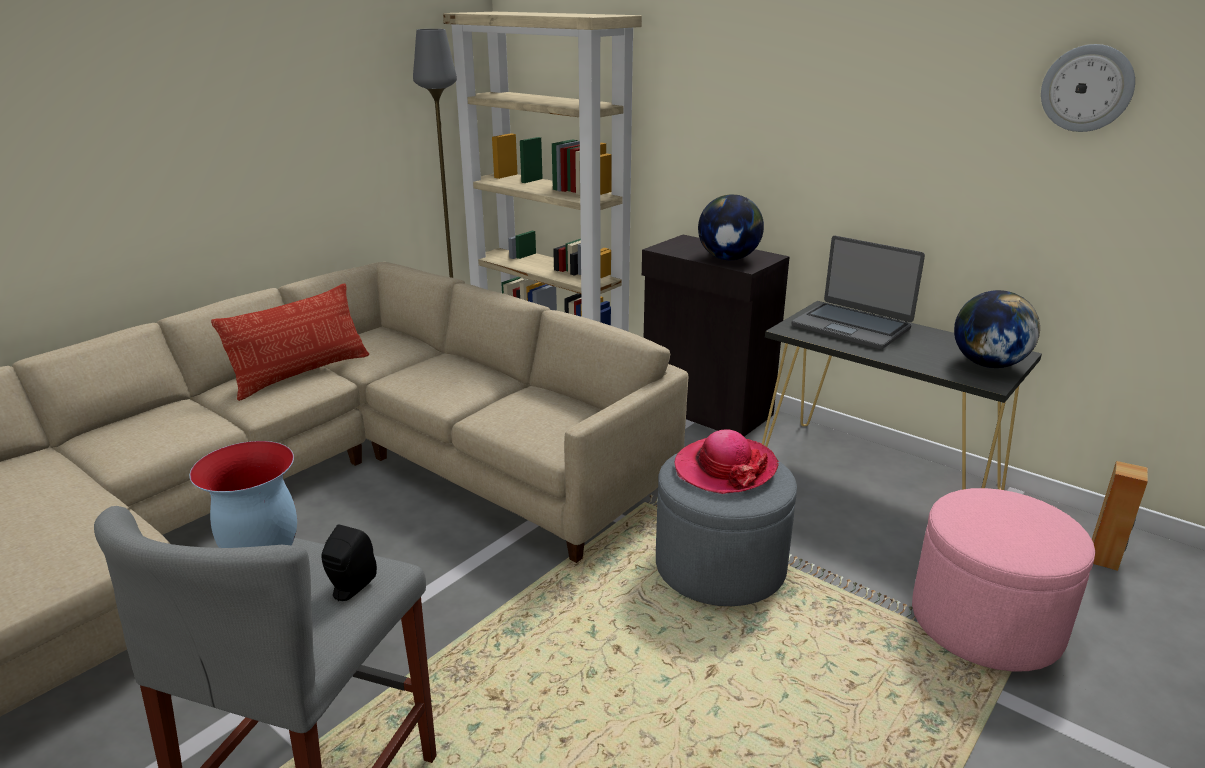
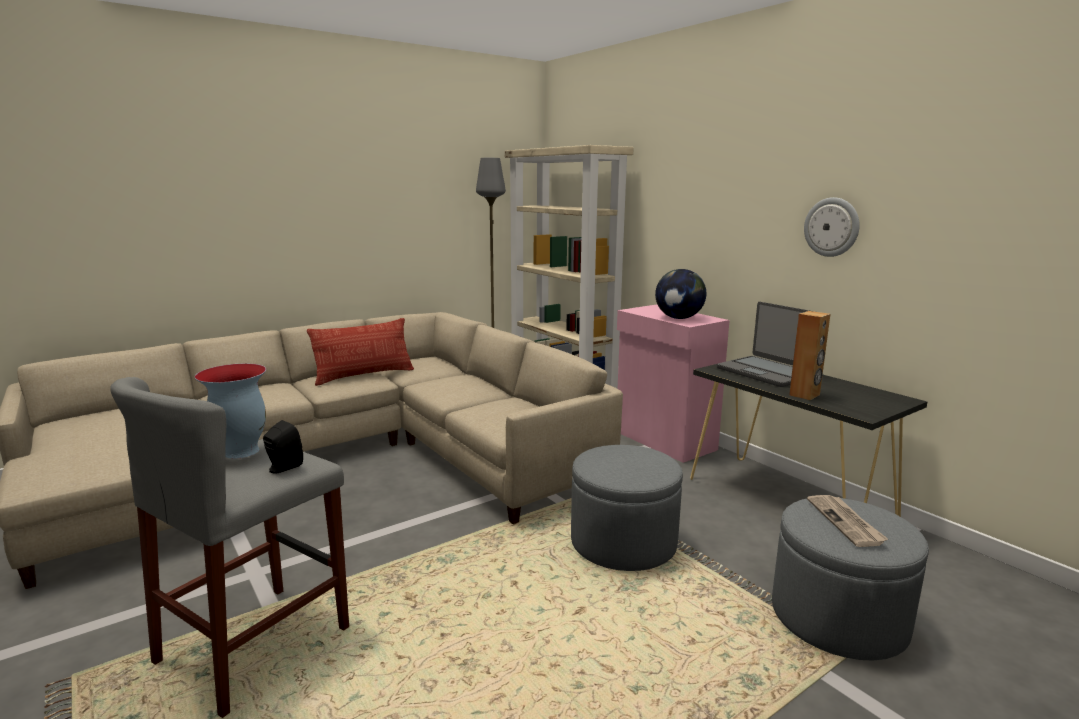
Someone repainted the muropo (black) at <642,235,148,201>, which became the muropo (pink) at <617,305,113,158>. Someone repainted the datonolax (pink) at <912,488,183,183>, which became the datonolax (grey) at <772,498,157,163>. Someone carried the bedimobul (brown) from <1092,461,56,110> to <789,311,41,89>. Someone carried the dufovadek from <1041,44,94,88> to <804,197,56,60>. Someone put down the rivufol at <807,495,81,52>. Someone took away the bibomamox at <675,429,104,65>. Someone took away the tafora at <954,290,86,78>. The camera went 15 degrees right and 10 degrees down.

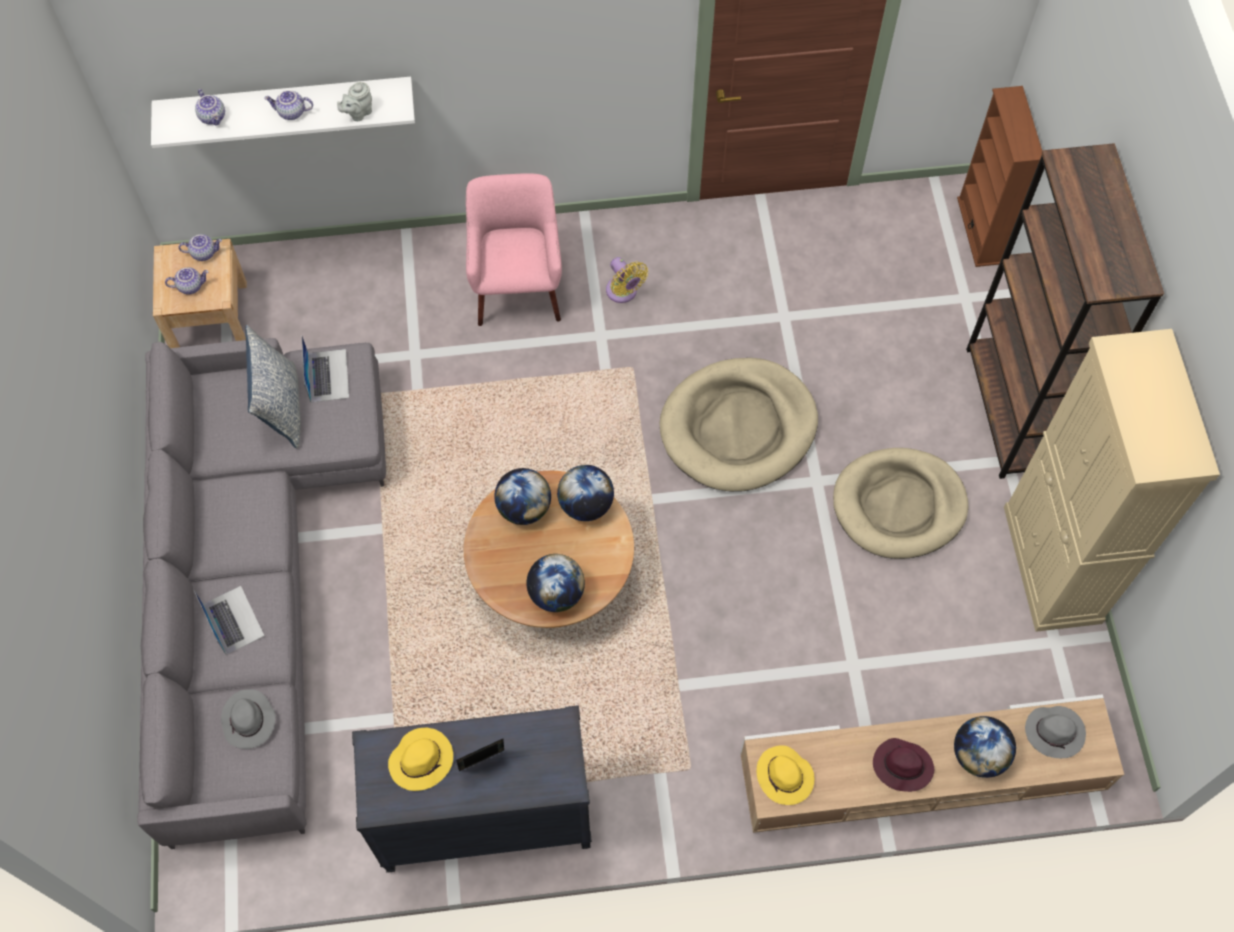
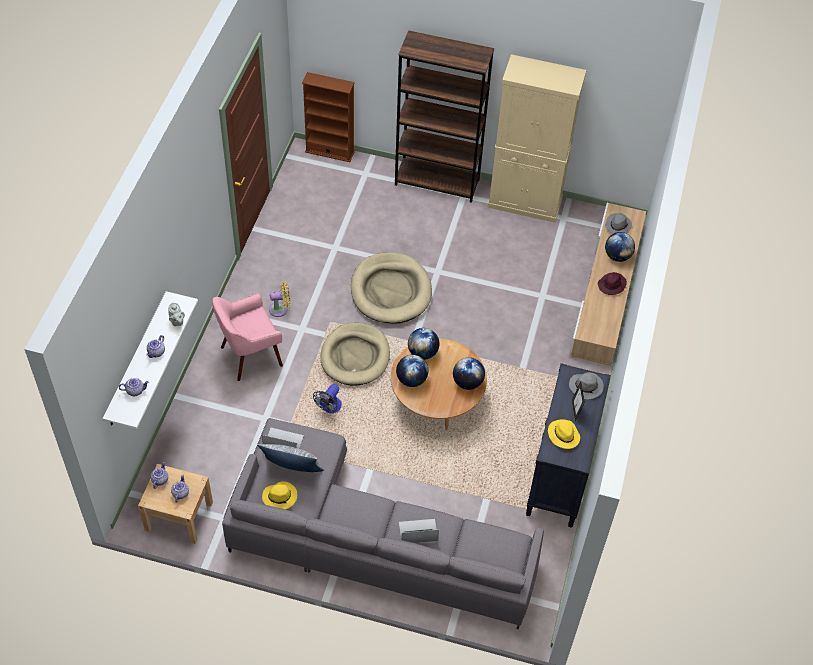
Someone rotated the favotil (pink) at <466,173,96,153> by 45 degrees counterclockwise. Someone carried the bibomamox (yellow) from <757,745,57,60> to <262,481,35,28>. Someone put down the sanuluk at <313,384,29,30>. Someone carried the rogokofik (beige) from <833,448,135,111> to <320,323,70,63>. Someone carried the bibomamox (grey) from <221,689,55,60> to <569,372,35,27>. The camera went 70 degrees left and 10 degrees down.

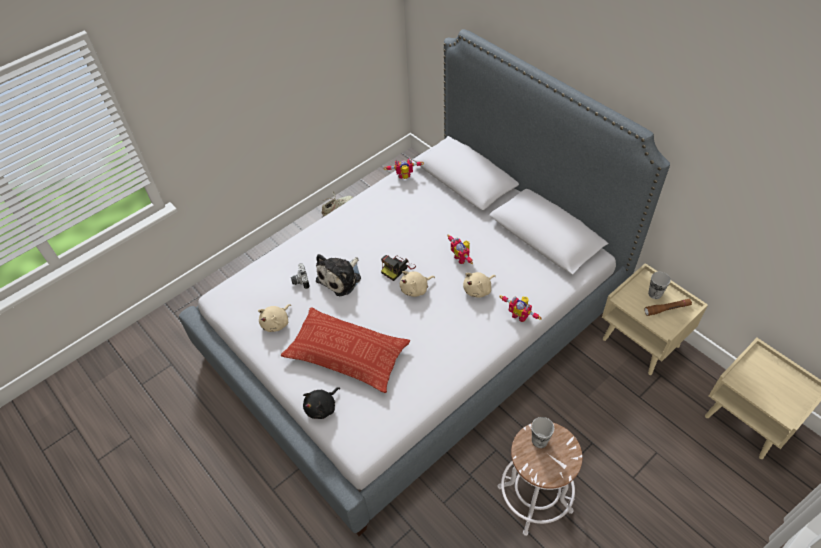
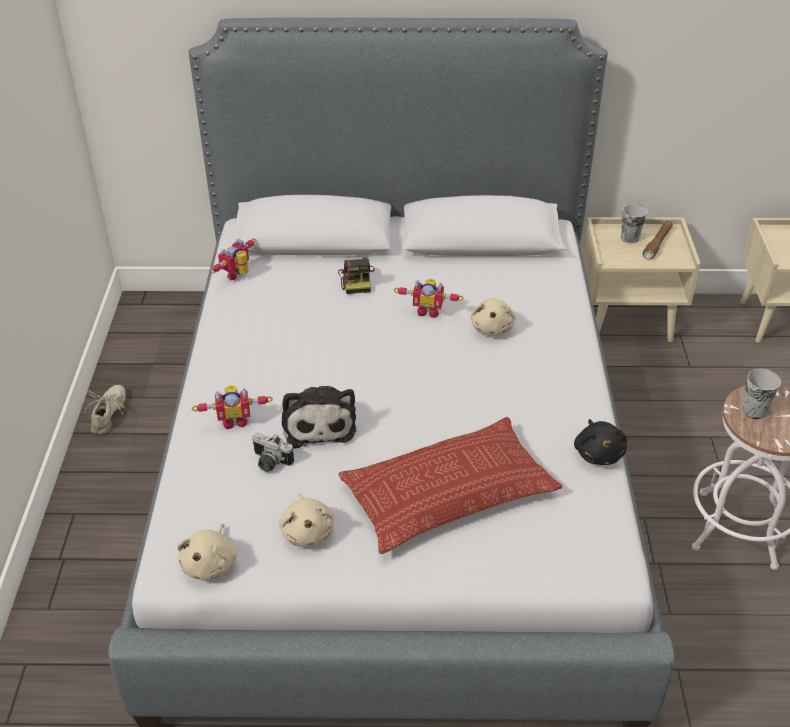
Someone carried the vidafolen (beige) from <400,271,35,26> to <177,524,60,56>. Someone carried the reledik from <500,296,42,26> to <192,385,81,44>. Someone carried the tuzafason from <381,255,35,26> to <338,258,37,36>. Someone carried the vidafolen (black) from <303,387,37,32> to <574,419,53,46>. The camera went 50 degrees left and 10 degrees down.

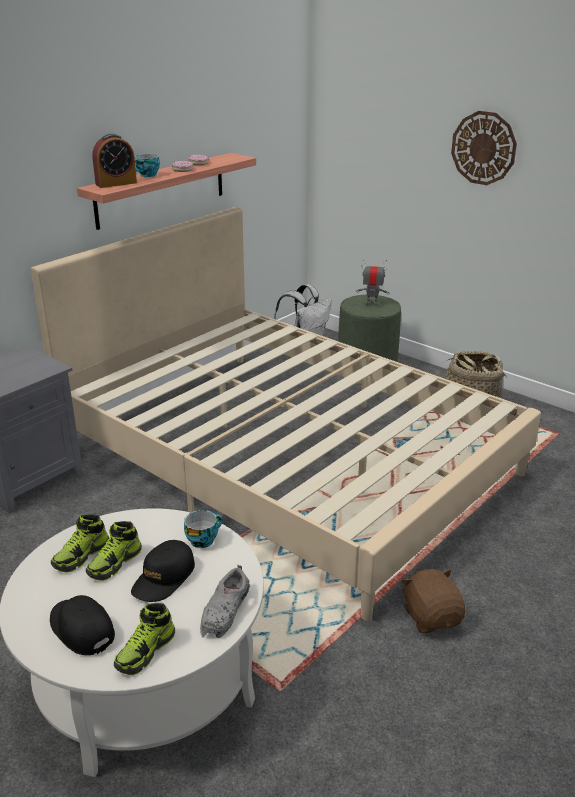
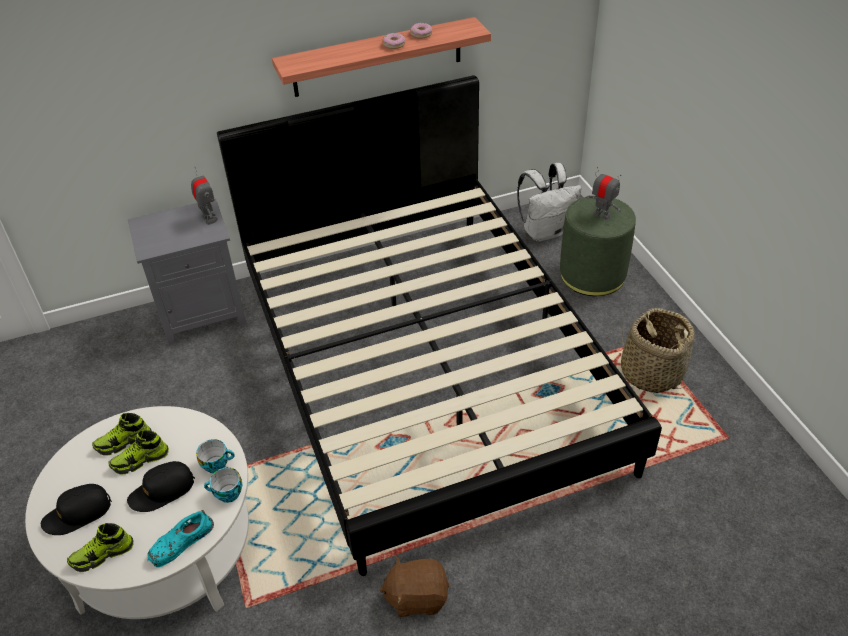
Someone rotated the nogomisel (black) at <50,595,65,60> by 105 degrees counterclockwise. Someone repainted the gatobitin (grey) at <200,565,50,73>, which became the gatobitin (turquoise) at <147,510,67,57>. Someone put down the reledik at <191,167,27,58>. Someone carried the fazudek from <135,154,25,23> to <204,467,39,36>. Someone repainted the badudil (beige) at <31,207,510,414>, which became the badudil (black) at <217,75,445,501>. Someone rotated the vidafolen (brown) at <401,569,64,64> by 105 degrees counterclockwise. Someone took away the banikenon at <92,134,45,54>. Someone took away the dufovadek at <451,111,66,74>. The camera went 30 degrees right and 15 degrees up.

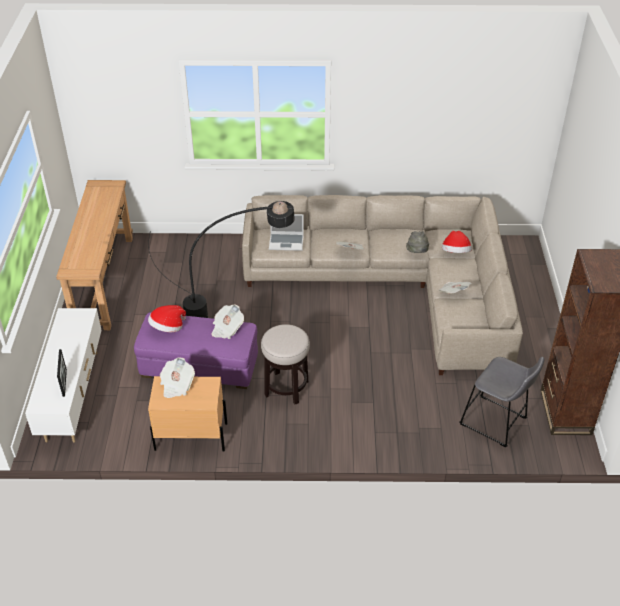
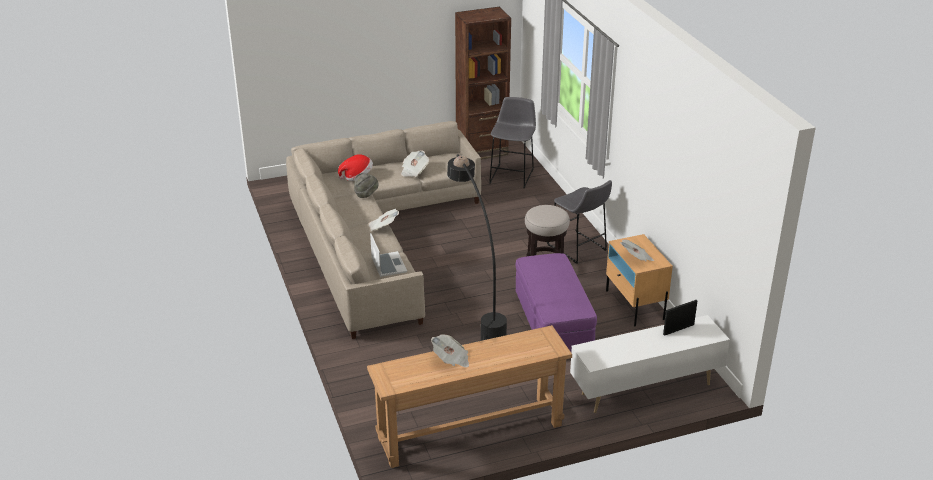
Someone carried the rivufol from <211,305,33,34> to <431,334,38,34>. Someone put down the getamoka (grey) at <547,180,65,84>. Someone took away the bibomamox at <148,305,38,27>. The camera went 110 degrees left and 10 degrees down.

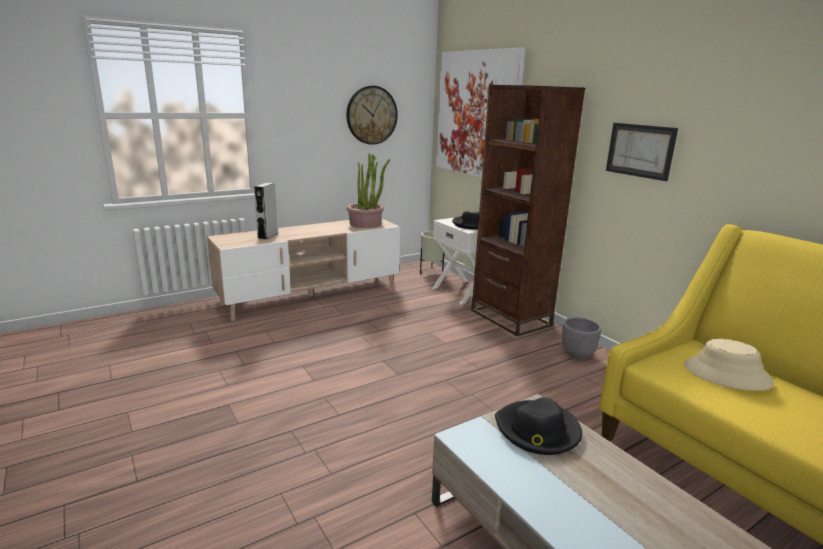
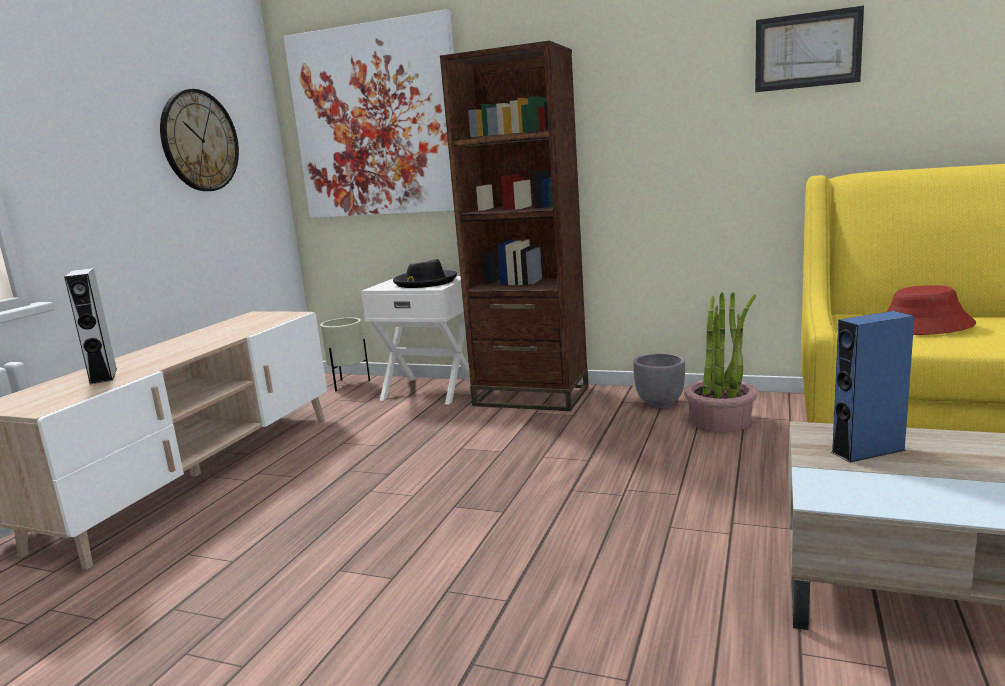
Someone carried the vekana from <346,153,44,75> to <684,292,73,140>. Someone carried the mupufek from <606,123,72,58> to <755,6,109,86>. Someone swapped the bibomamox (black) at <495,397,87,58> for the bedimobul (blue) at <831,311,84,151>. Someone repainted the bibomamox (beige) at <684,339,90,52>, which became the bibomamox (red) at <887,285,89,50>. The camera went 35 degrees left and 5 degrees down.

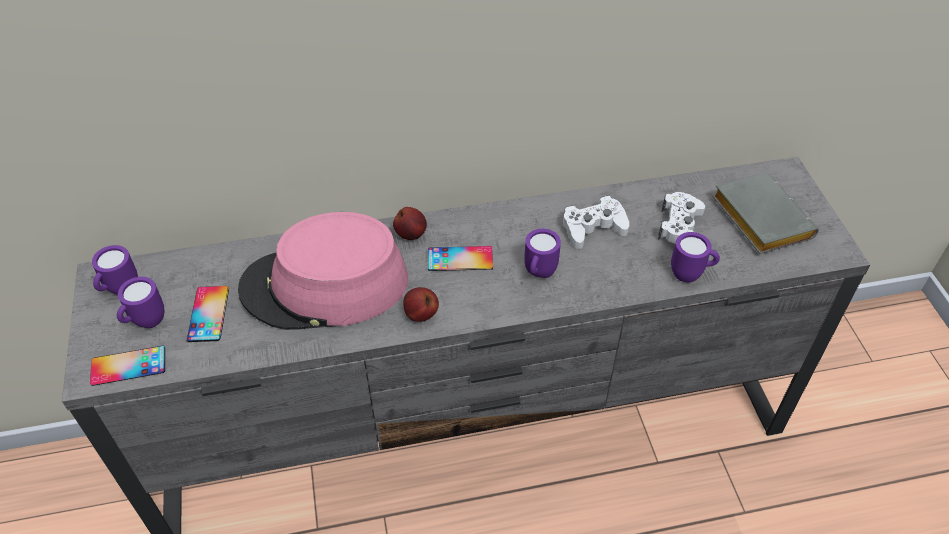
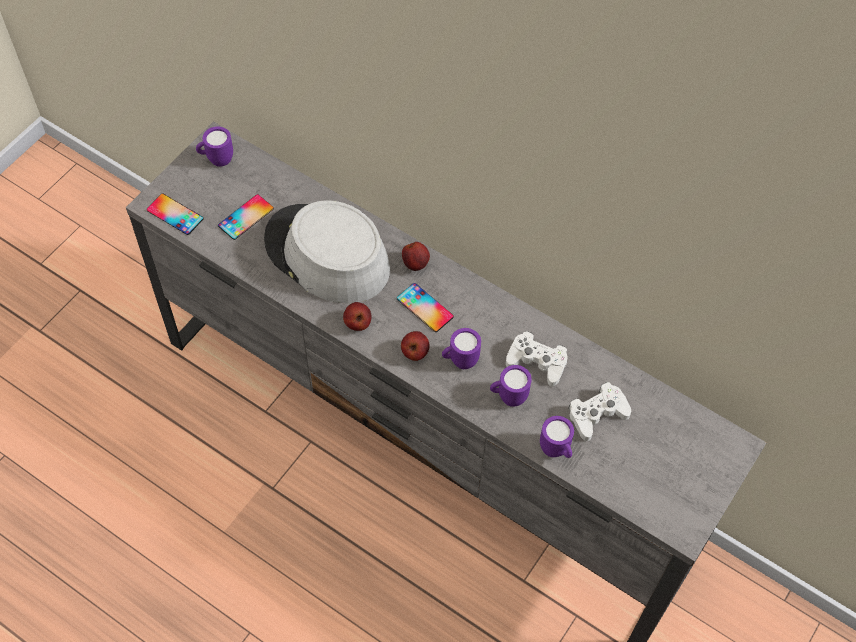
Someone repainted the bibomamox (pink) at <238,212,170,118>, which became the bibomamox (grey) at <264,200,126,104>. Someone put down the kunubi at <401,331,29,30>. Someone carried the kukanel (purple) from <117,277,47,51> to <490,365,42,42>. Someone took away the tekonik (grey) at <712,173,107,81>. The camera went 45 degrees right and 10 degrees up.

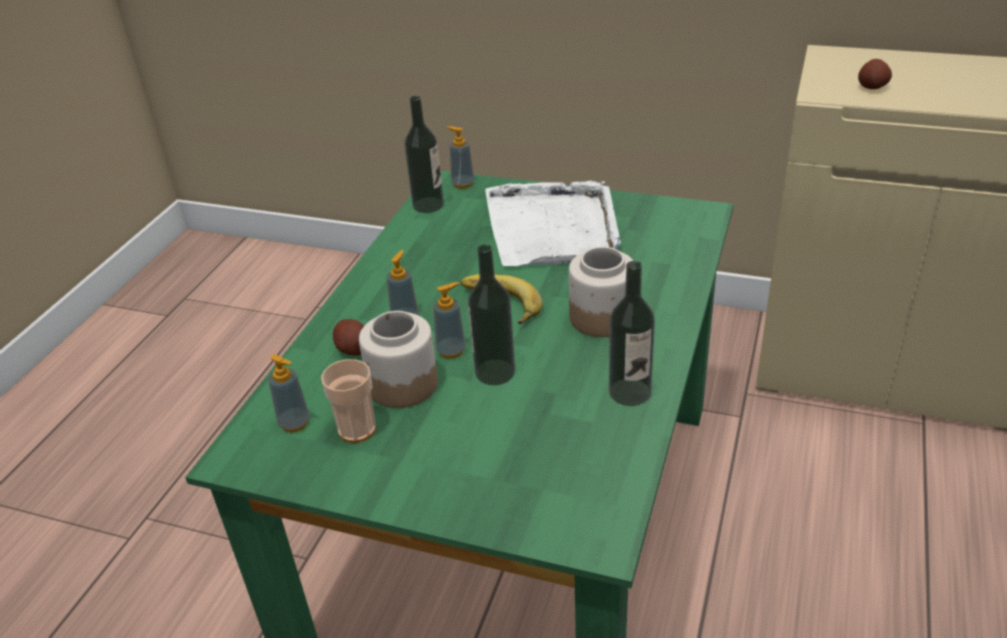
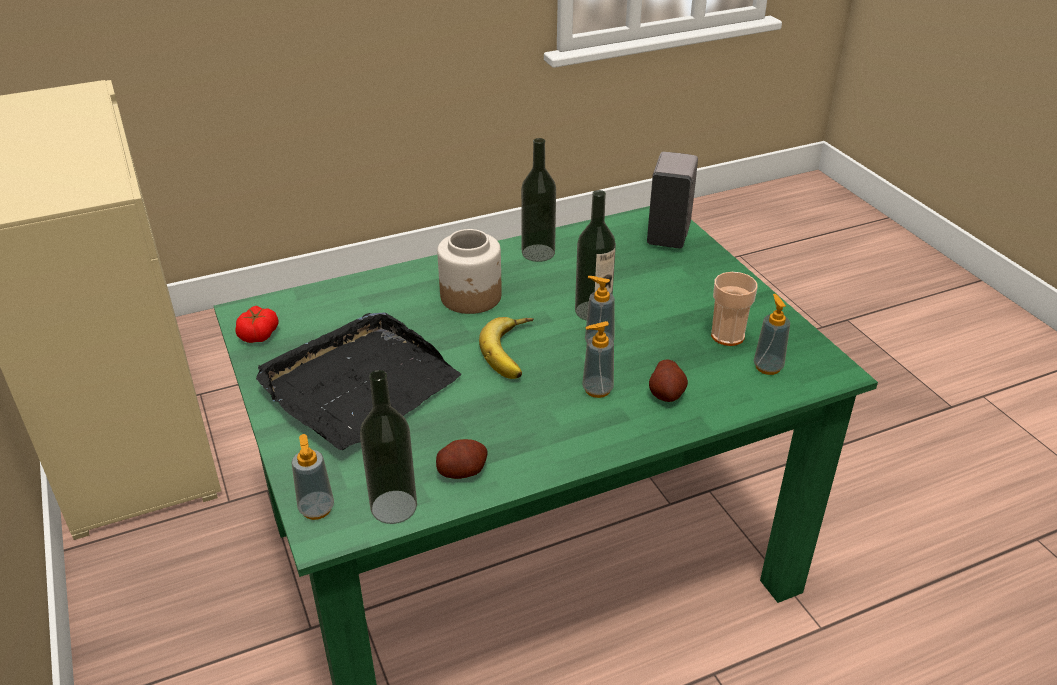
Someone put down the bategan at <236,306,42,37>. Someone repainted the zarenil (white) at <485,181,136,85>, which became the zarenil (black) at <256,313,205,137>. Someone carried the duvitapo from <858,59,34,30> to <436,439,52,40>. Someone put down the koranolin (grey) at <647,152,51,97>. Someone took away the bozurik at <359,311,79,97>. The camera went 135 degrees left and 0 degrees up.

